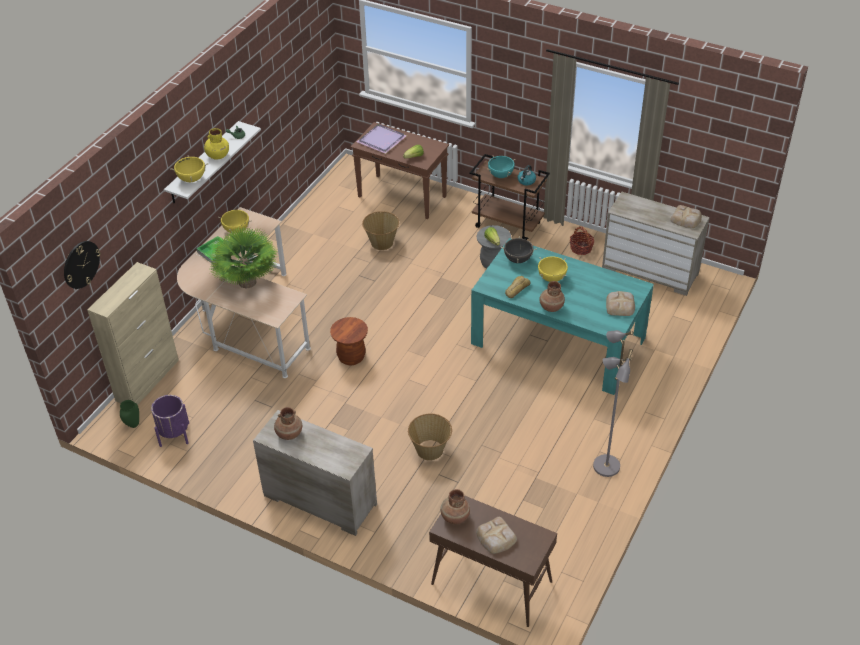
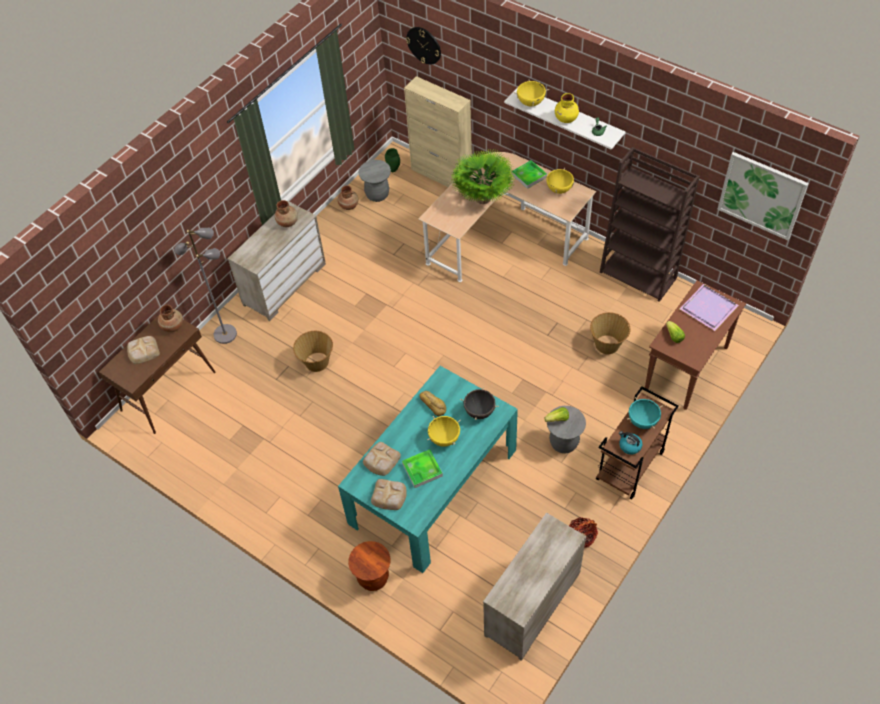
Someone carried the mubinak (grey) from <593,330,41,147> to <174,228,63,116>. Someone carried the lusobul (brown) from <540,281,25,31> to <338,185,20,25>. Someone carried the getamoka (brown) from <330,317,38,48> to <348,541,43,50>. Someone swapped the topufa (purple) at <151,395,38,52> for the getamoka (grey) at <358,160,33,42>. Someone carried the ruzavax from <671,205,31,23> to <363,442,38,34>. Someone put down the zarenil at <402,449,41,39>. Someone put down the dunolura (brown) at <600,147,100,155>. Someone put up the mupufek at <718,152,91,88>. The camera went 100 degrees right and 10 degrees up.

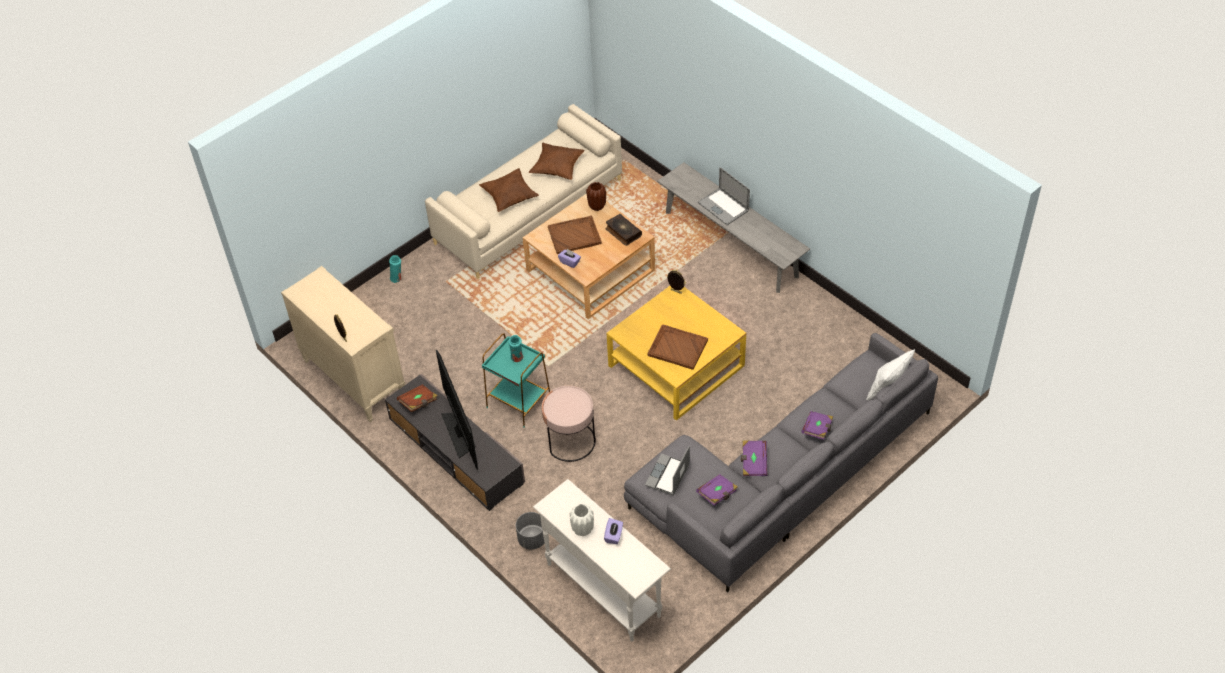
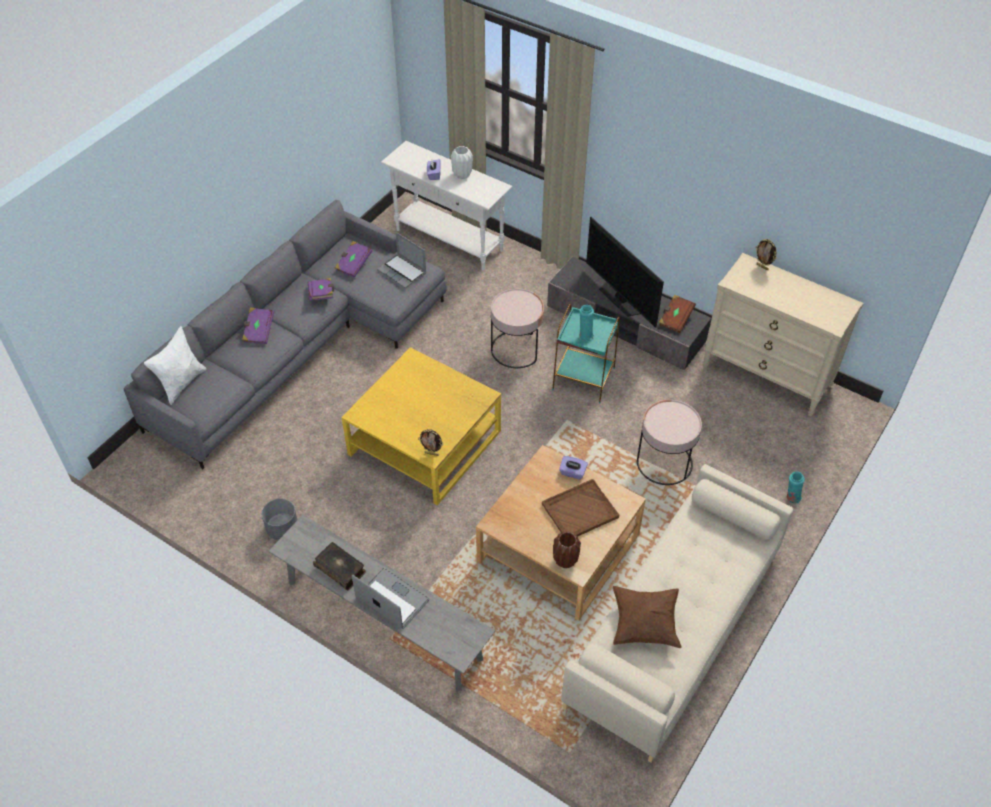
Someone carried the topufa (grey) from <516,512,29,38> to <262,498,35,42>. Someone carried the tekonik from <606,214,36,32> to <313,542,53,48>. Someone rotated the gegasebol at <645,445,45,51> by 120 degrees clockwise. Someone put down the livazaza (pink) at <637,400,65,85>. Someone took away the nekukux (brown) at <479,168,60,44>. Someone took away the zarenil (brown) at <647,325,61,45>. The camera went 165 degrees right and 0 degrees up.

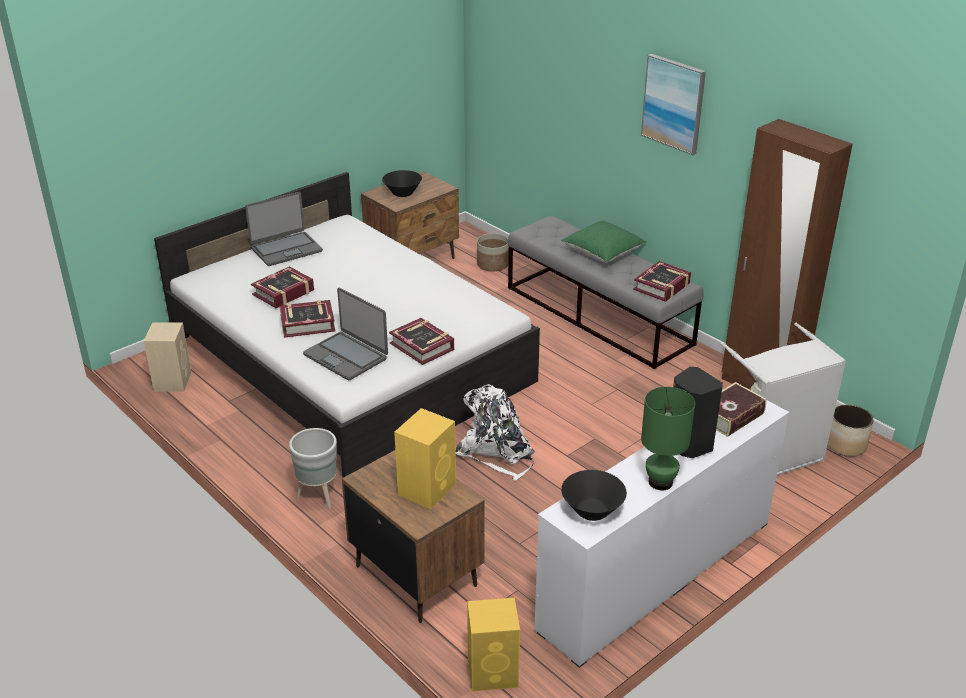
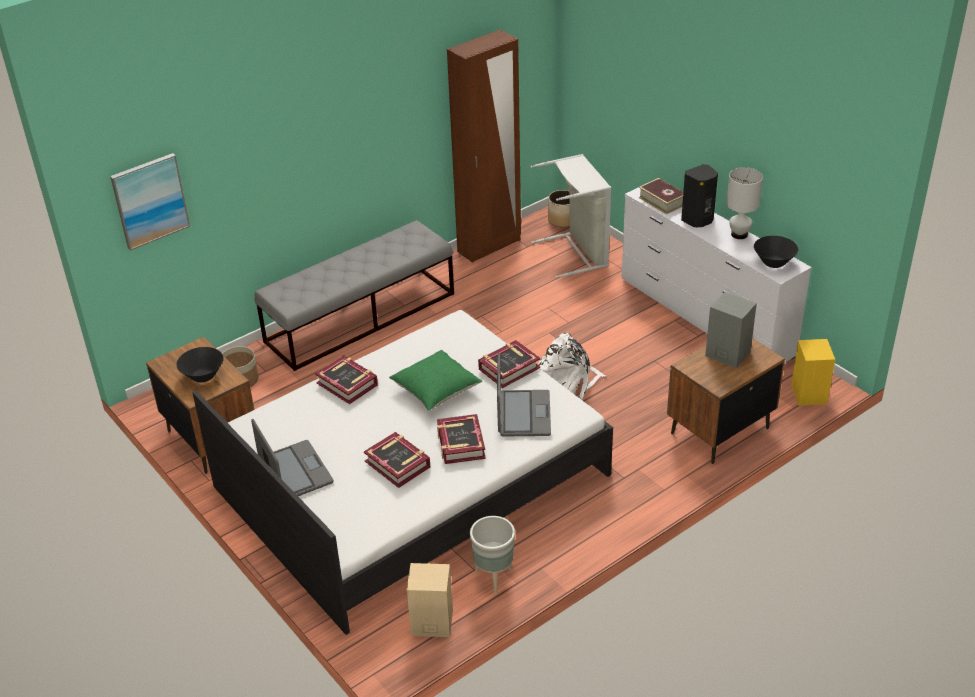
Someone carried the mupufek from <641,54,65,101> to <110,153,80,98>. Someone carried the tekonik from <633,261,58,41> to <315,355,63,49>. Someone carried the nekukux (green) from <561,221,86,42> to <389,350,93,61>. Someone carried the topufa (grey) from <289,428,48,80> to <470,516,45,78>. Someone rotated the gegasebol at <303,288,85,92> by 45 degrees counterclockwise. Someone repainted the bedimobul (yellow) at <394,408,62,101>, which became the bedimobul (grey) at <705,292,52,76>. Someone repainted the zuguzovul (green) at <641,387,54,103>, which became the zuguzovul (white) at <726,167,37,72>. The camera went 85 degrees left and 5 degrees up.

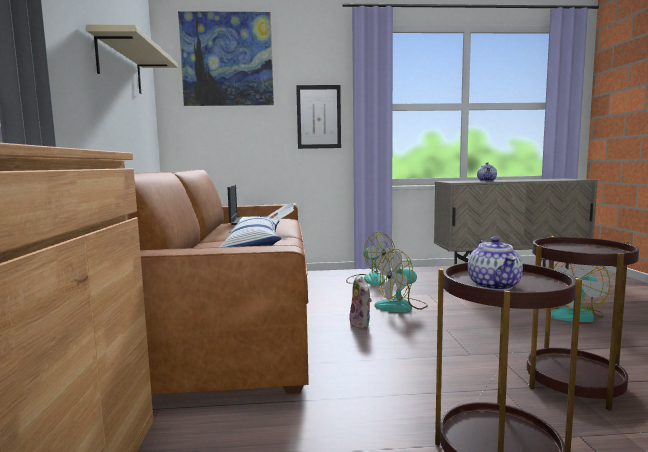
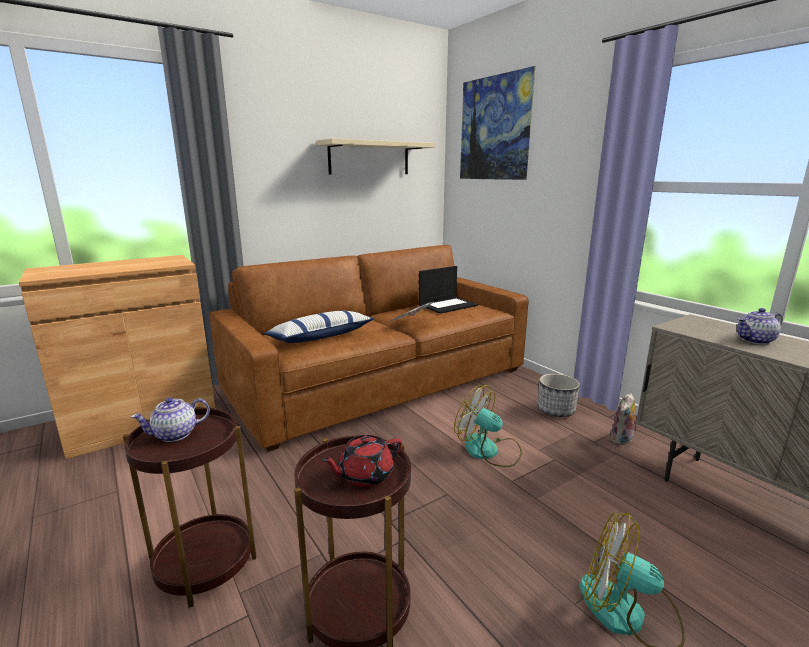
Someone put down the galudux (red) at <321,435,81,52>. Someone swapped the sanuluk at <346,232,49,53> for the topufa at <538,374,42,43>. Someone carried the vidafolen from <349,274,23,55> to <610,393,27,53>. Someone took away the mupufek at <296,85,45,64>. The camera went 60 degrees right and 10 degrees up.

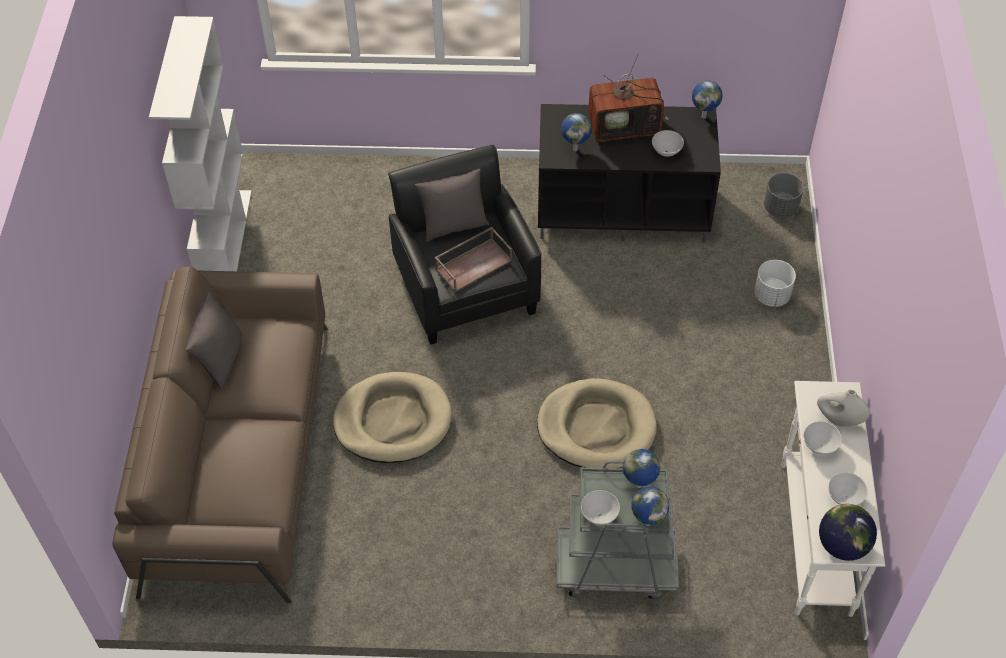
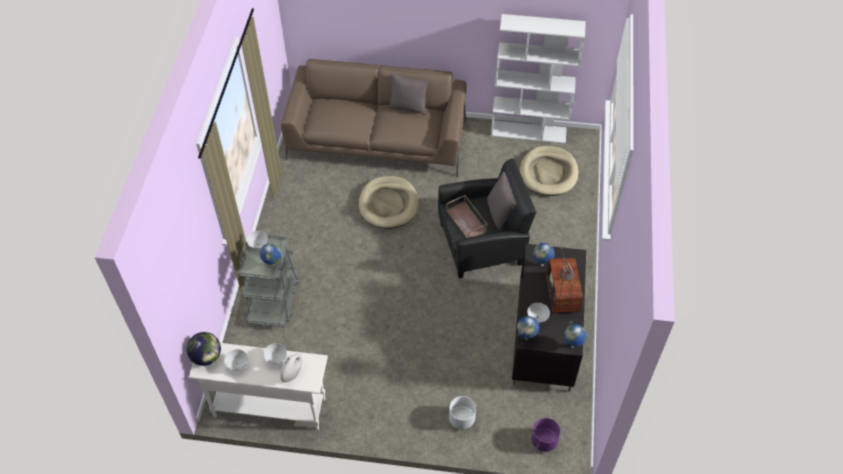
Someone carried the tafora from <632,487,37,39> to <517,316,23,24>. Someone carried the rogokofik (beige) from <537,378,120,90> to <520,146,59,50>. Someone repainted the topufa (grey) at <764,173,40,45>, which became the topufa (purple) at <531,418,29,34>. The camera went 95 degrees right and 0 degrees up.

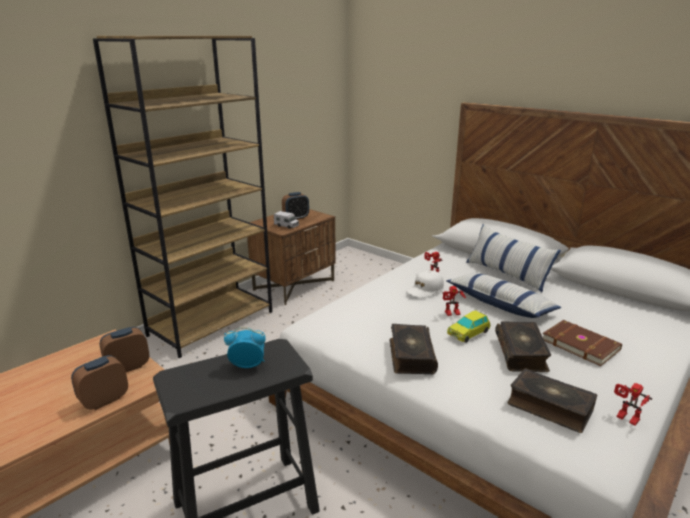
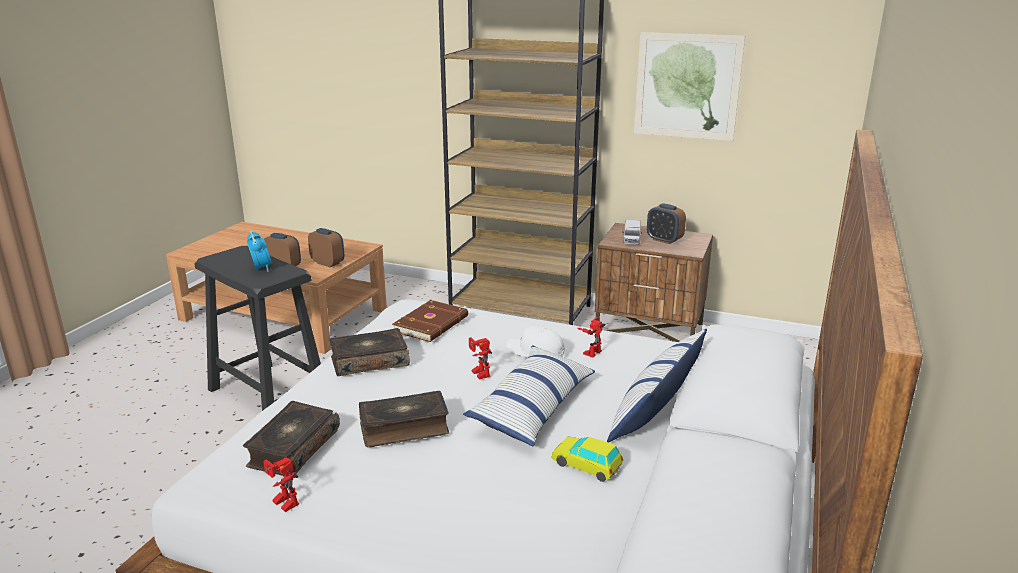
Someone rotated the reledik at <614,383,38,43> by 75 degrees counterclockwise. Someone carried the tekonik (brown) from <543,320,79,46> to <392,300,76,42>. Someone carried the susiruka from <447,310,44,33> to <552,437,71,45>. Someone put up the mupufek at <634,32,111,109>. The camera went 70 degrees right and 0 degrees up.

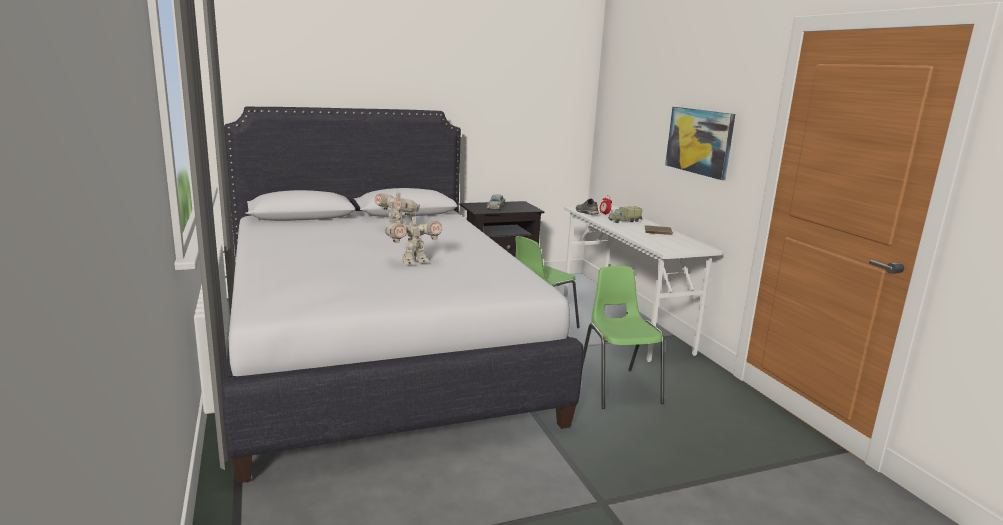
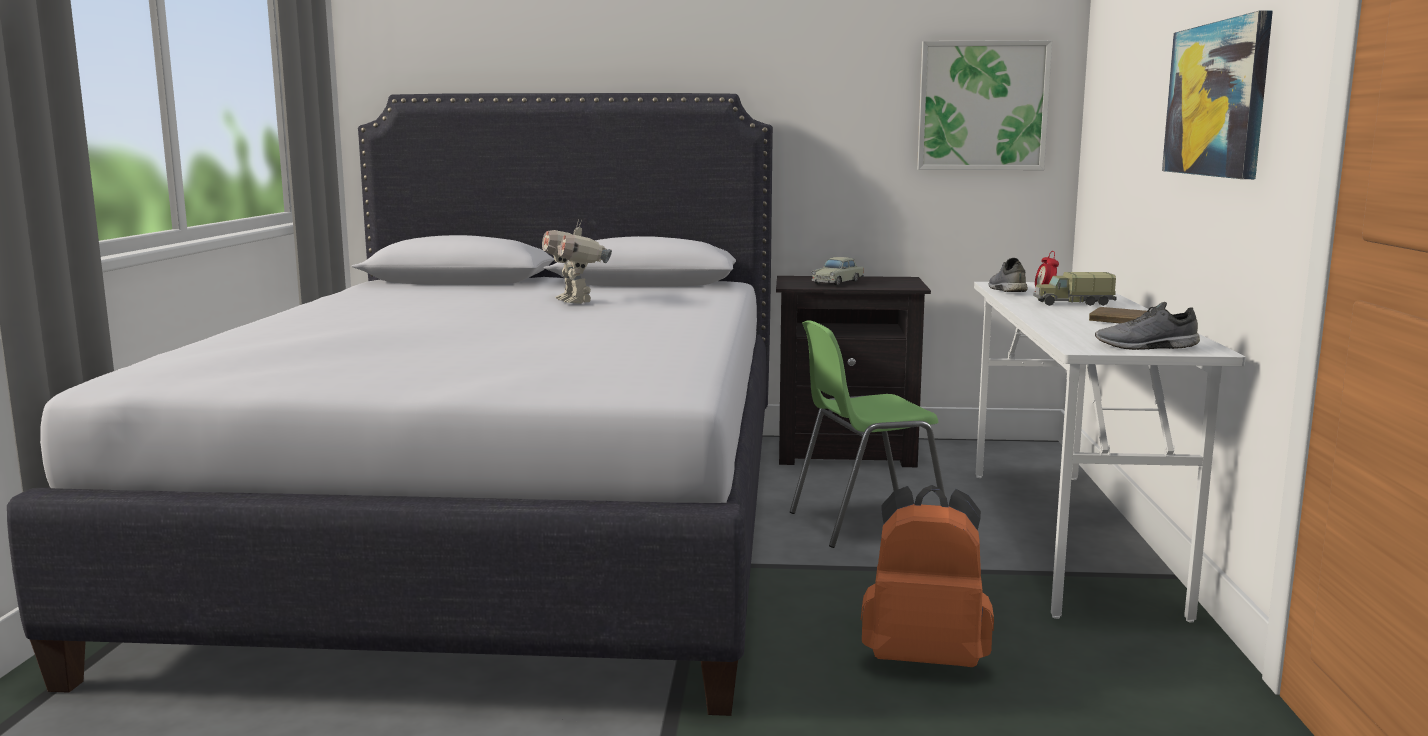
Someone swapped the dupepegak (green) at <582,266,82,143> for the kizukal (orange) at <861,485,133,182>. Someone put up the mupufek at <917,40,135,130>. Someone put down the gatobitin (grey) at <1095,302,105,48>. Someone took away the reledik at <385,213,57,51>. The camera went 25 degrees right and 5 degrees down.

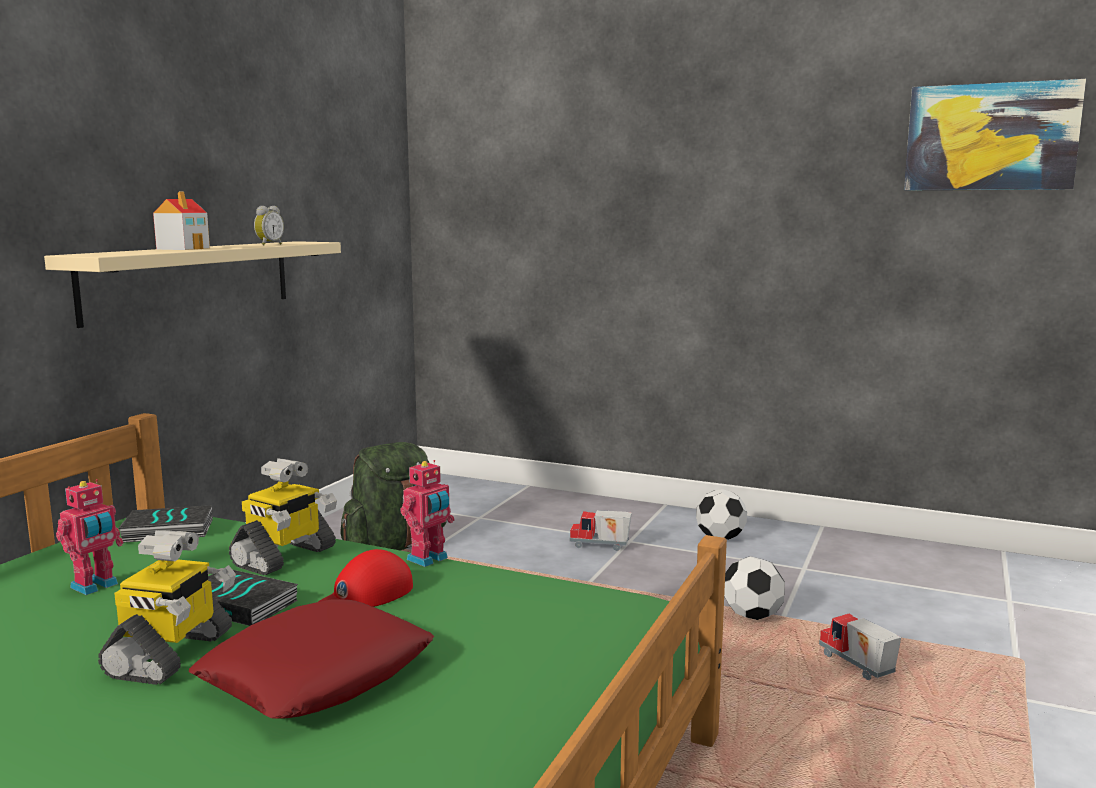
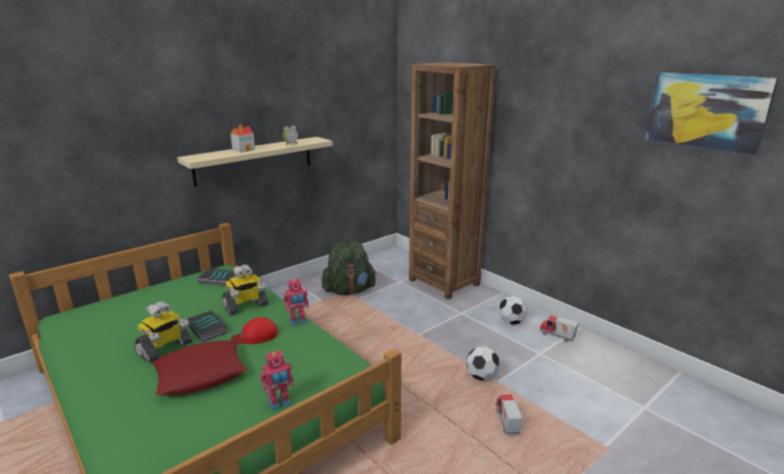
Someone carried the reledik from <56,479,67,116> to <260,350,34,61>. Someone put down the dunolura (brown) at <409,62,87,238>. Someone carried the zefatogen from <570,510,62,41> to <540,315,39,28>. The camera went 25 degrees right and 10 degrees up.

